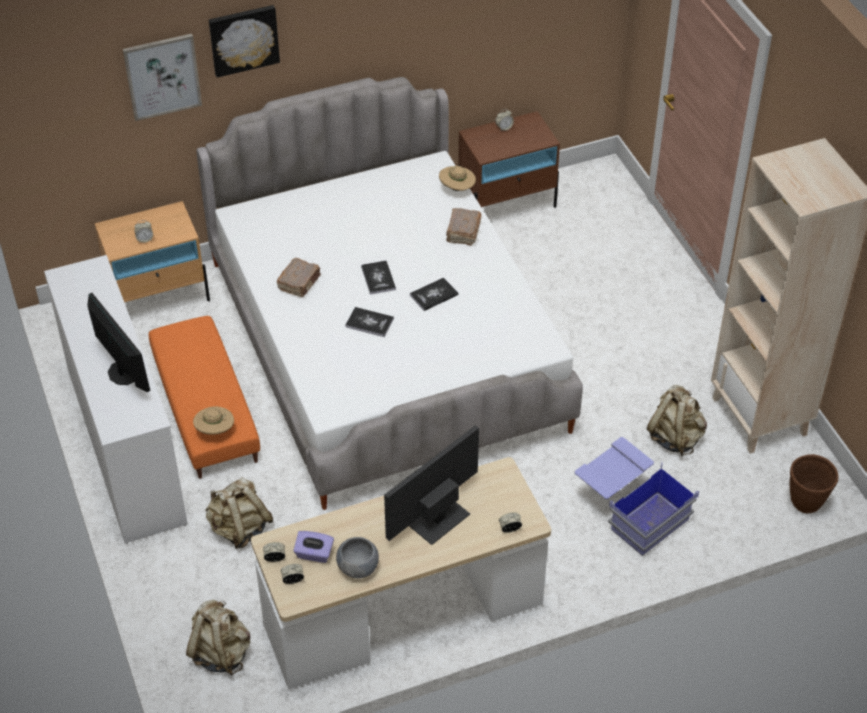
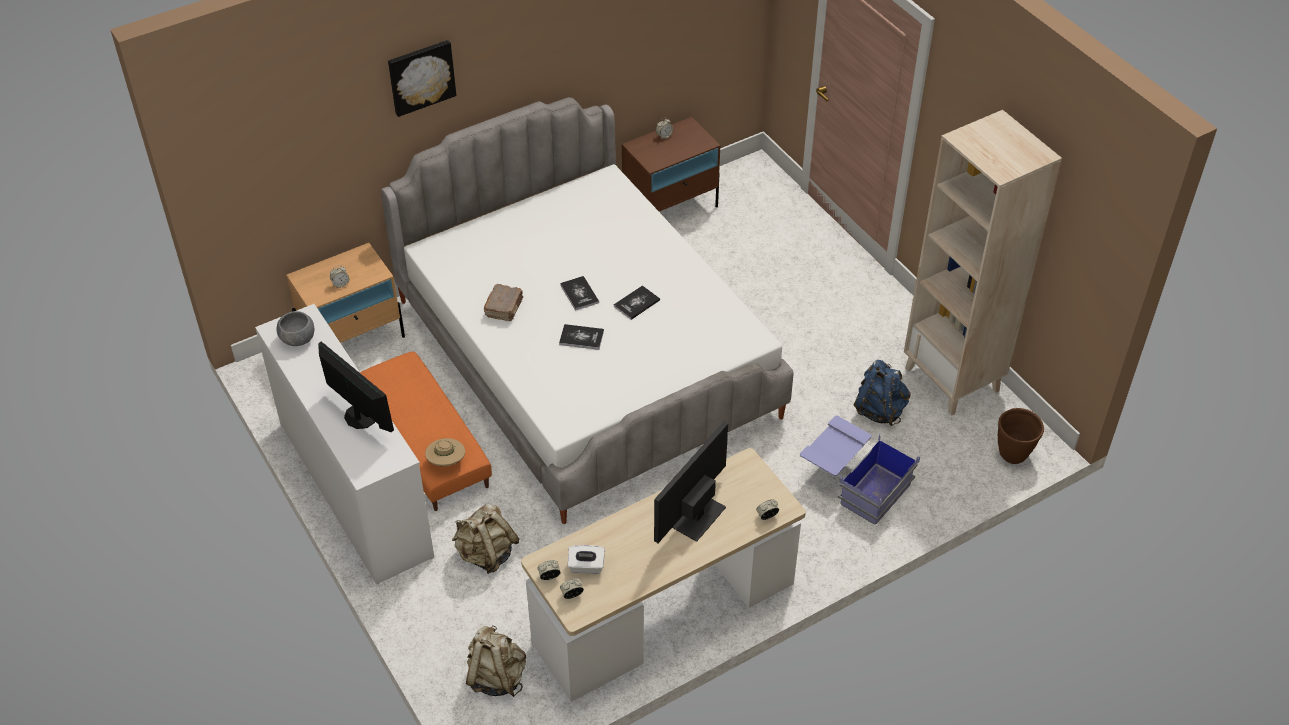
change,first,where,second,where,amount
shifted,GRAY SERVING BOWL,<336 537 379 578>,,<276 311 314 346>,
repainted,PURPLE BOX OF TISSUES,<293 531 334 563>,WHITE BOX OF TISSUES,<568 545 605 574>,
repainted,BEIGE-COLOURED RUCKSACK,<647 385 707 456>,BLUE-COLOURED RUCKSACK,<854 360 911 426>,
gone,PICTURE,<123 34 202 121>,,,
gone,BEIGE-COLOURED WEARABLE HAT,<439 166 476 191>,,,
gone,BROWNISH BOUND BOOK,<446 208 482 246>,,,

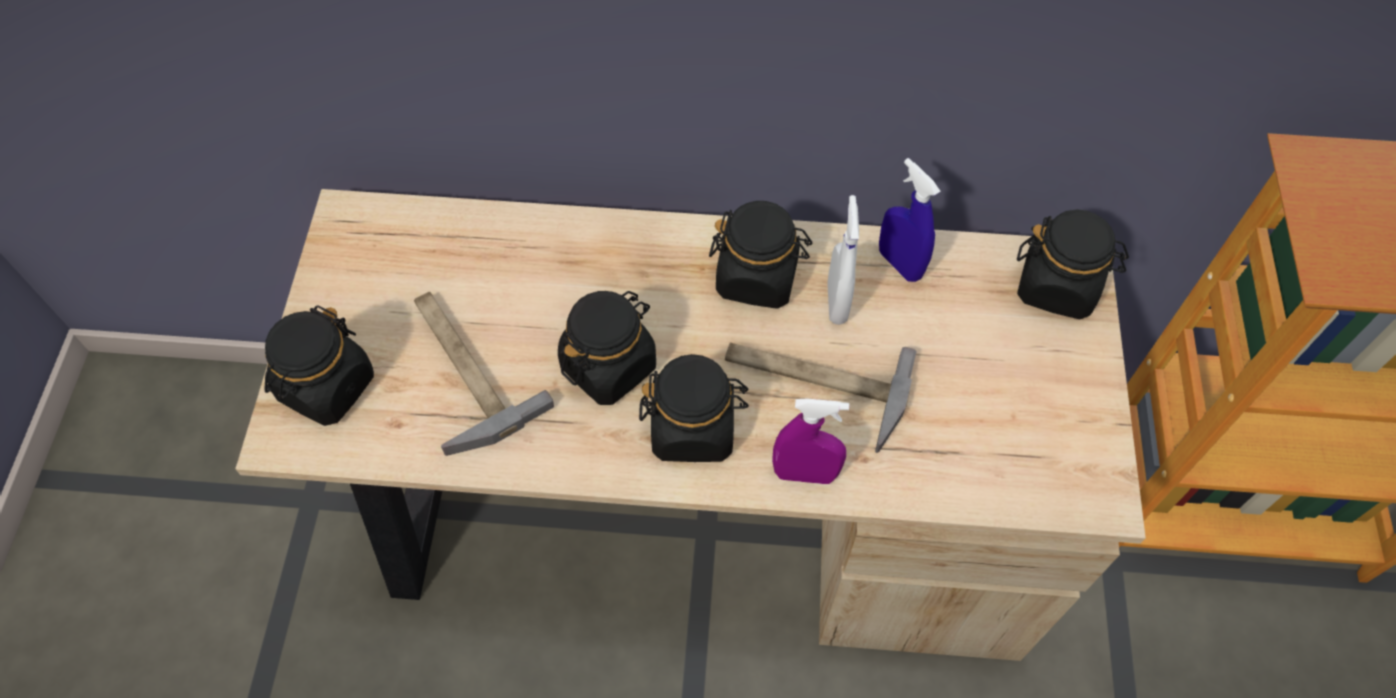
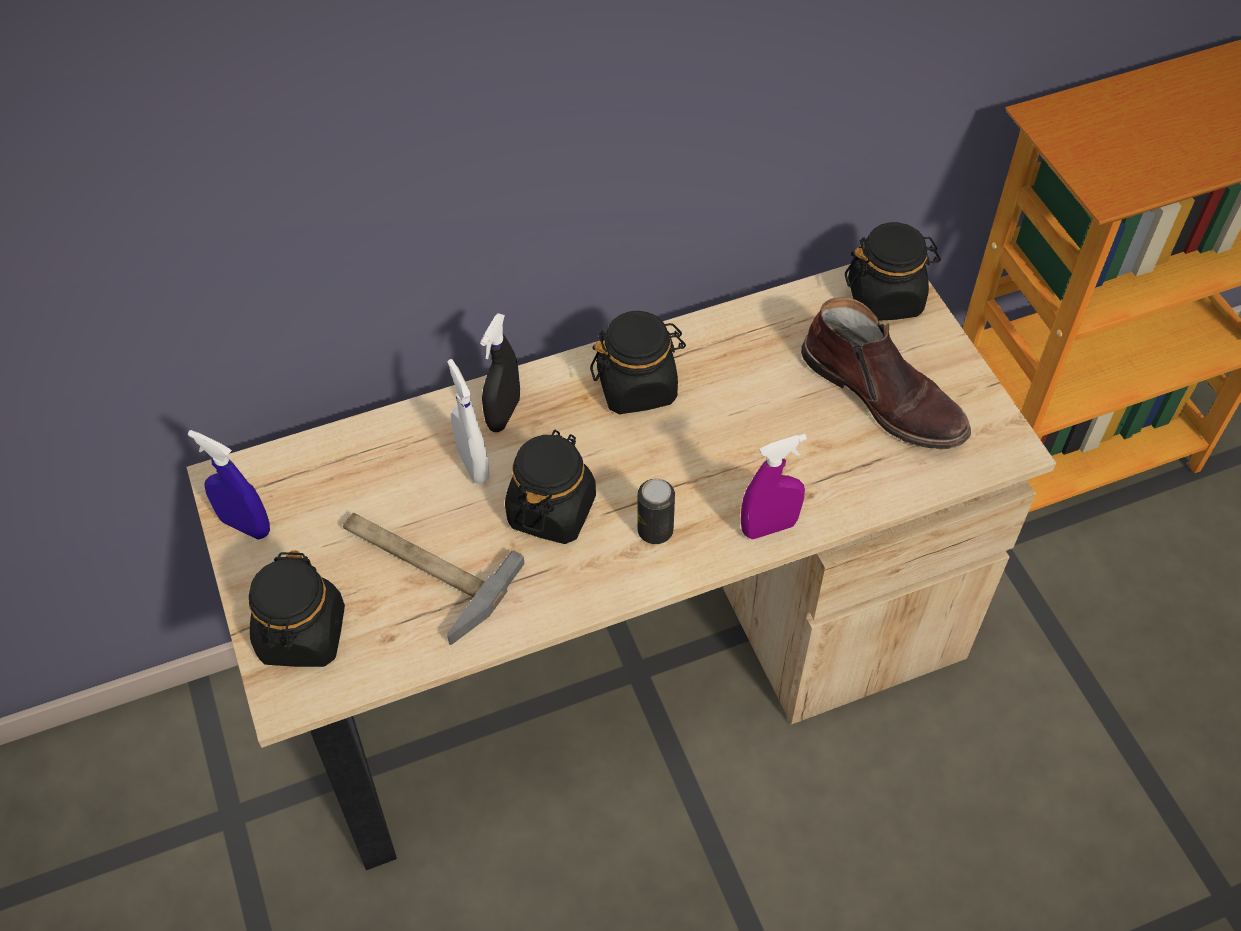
change,first,where,second,where,amount
shifted,BLUE-COLOURED SPRAY BOTTLE,<879 158 941 282>,,<188 430 270 540>,
shifted,WHITE SPRAY BOTTLE,<828 195 859 325>,,<447 359 490 484>,
new,,,BLACKISH SPRAY BOTTLE,<480 313 520 432>,
swapped,BLACKISH STORAGE JAR,<639 354 749 462>,CAN,<637 479 675 544>,
new,,,BROWNISH TALL BOOT,<801 298 971 449>,
gone,HAMMER,<725 343 917 453>,,,

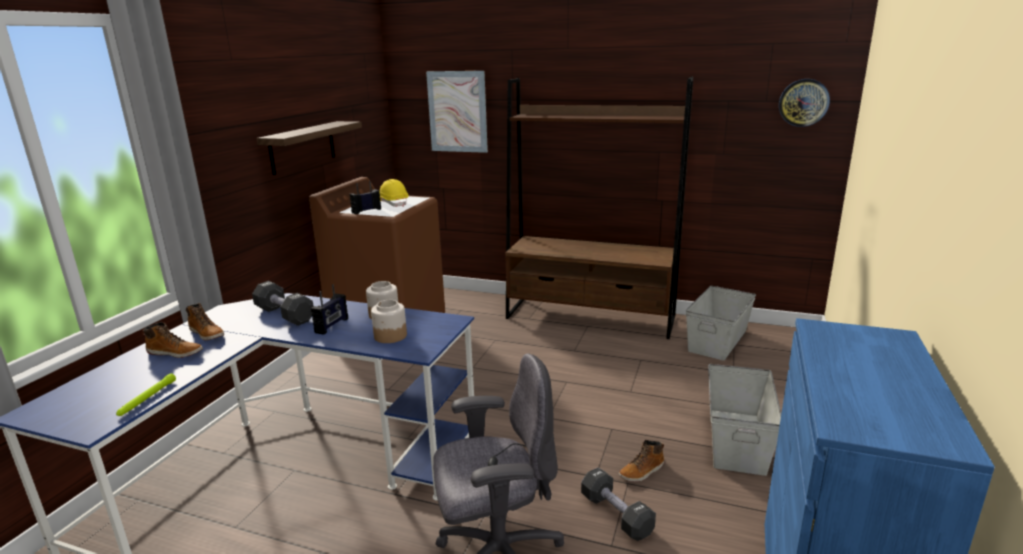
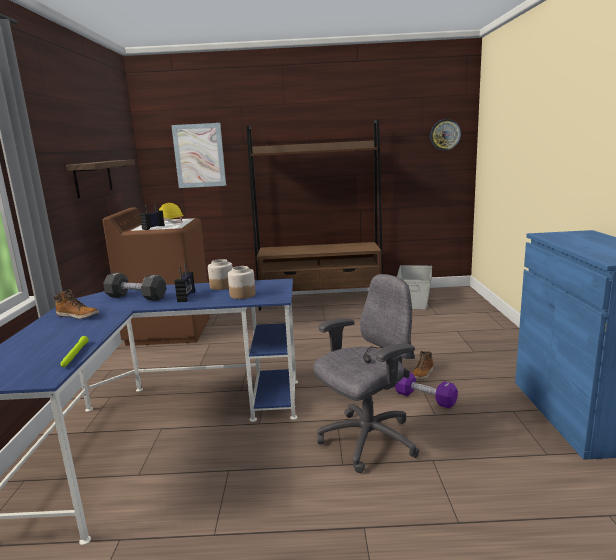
change,first,where,second,where,amount
repainted,BLACKISH DUMBBELL,<581 467 656 541>,PURPLE DUMBBELL,<395 372 458 408>,
gone,TALL BOOT,<142 322 203 358>,,,
gone,GRAY STORAGE BIN,<708 364 781 476>,,,

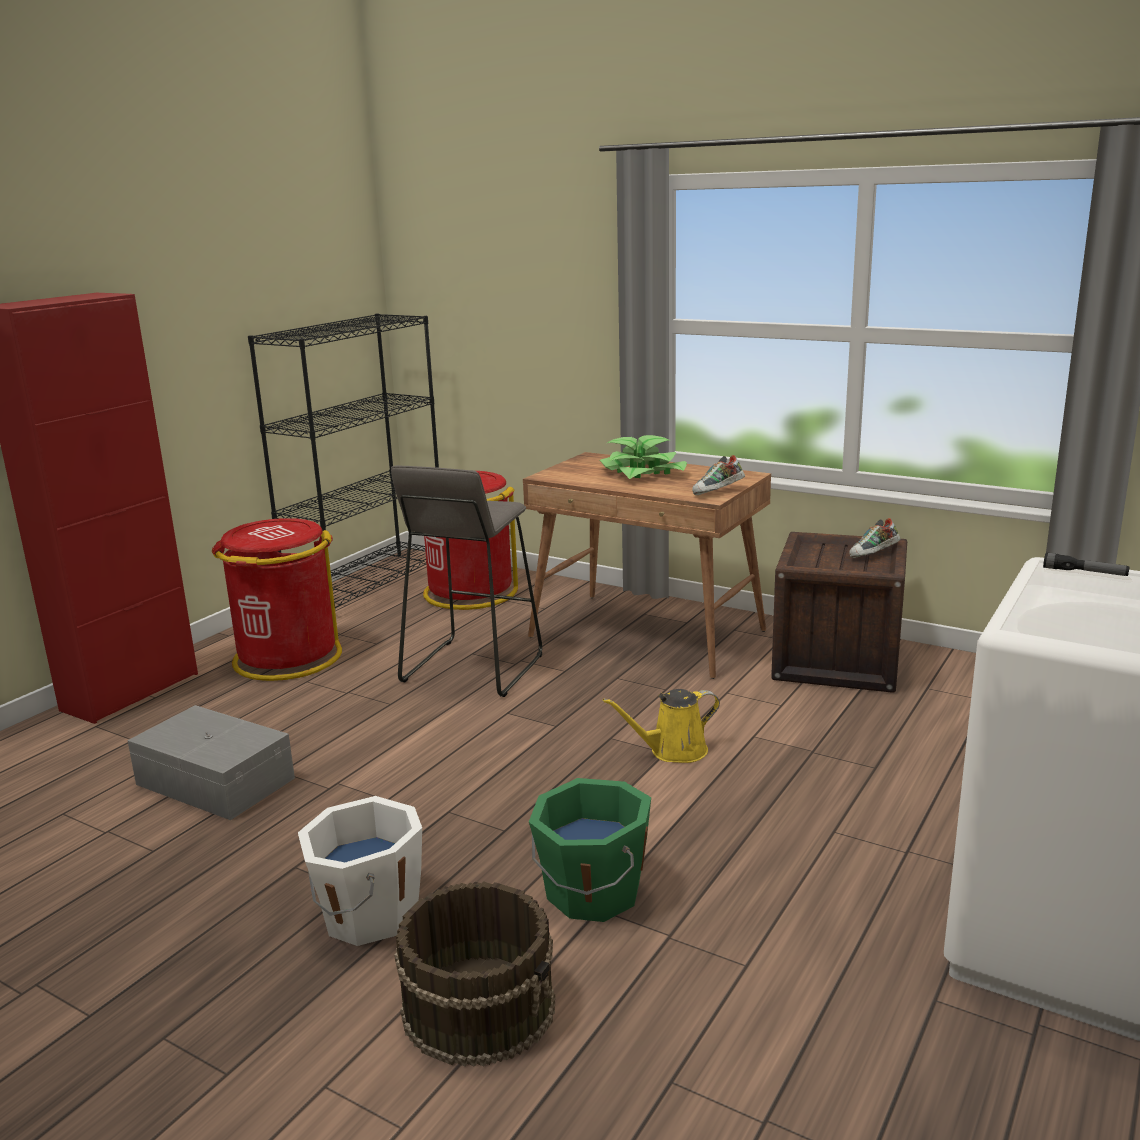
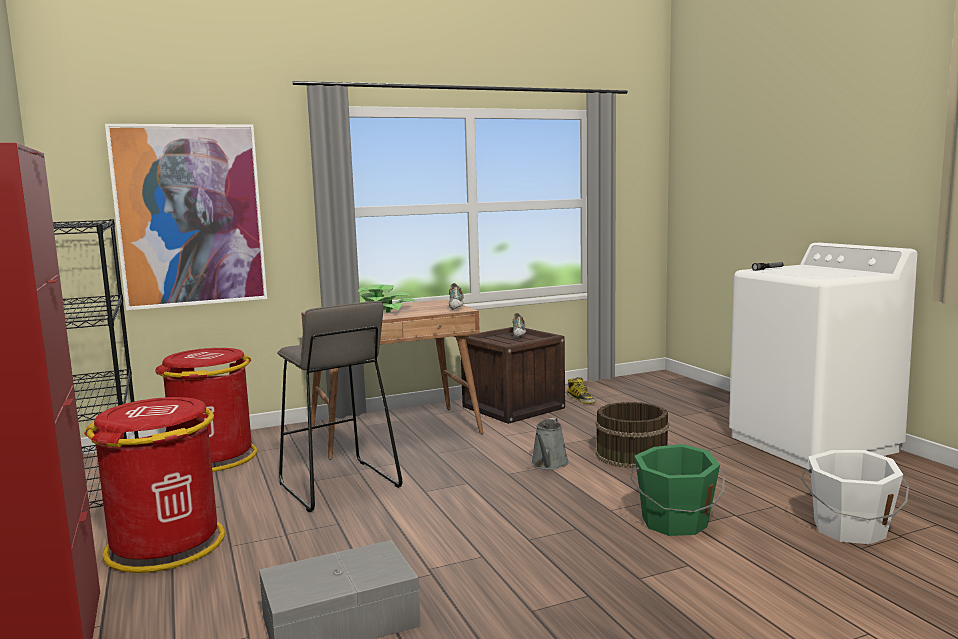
change,first,where,second,where,amount
new,,,PICTURE,<105 124 267 310>,
repainted,YELLOW SPRINKLING CAN,<603 689 720 763>,GRAY SPRINKLING CAN,<531 418 569 470>,
new,,,TALL BOOT,<567 377 596 404>,
shifted,BROWNISH BUCKET,<394 881 556 1067>,,<595 402 669 468>,
shifted,WHITE BUCKET,<298 796 422 946>,,<801 450 909 544>,

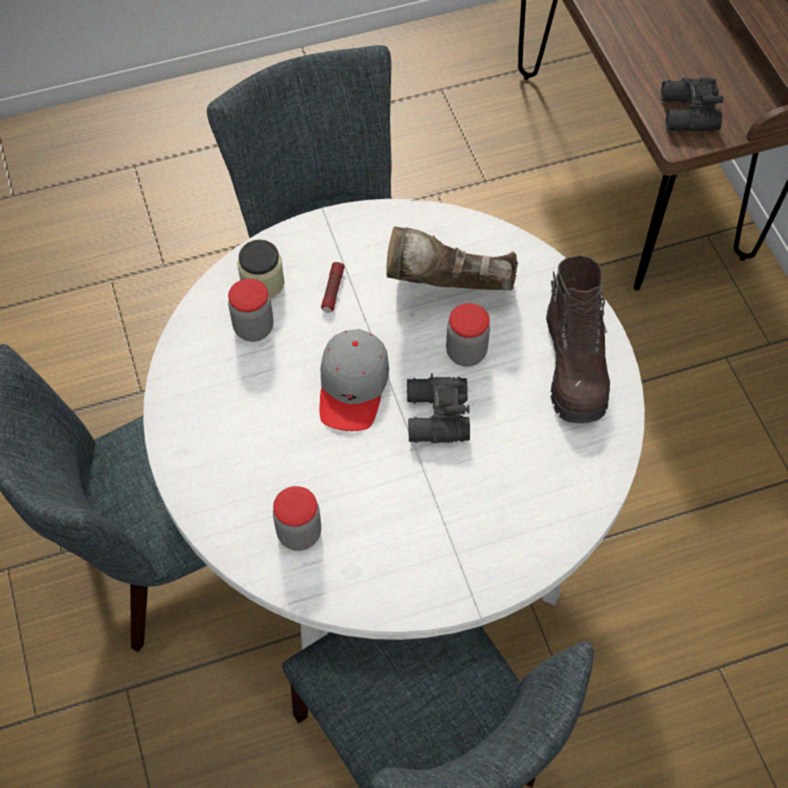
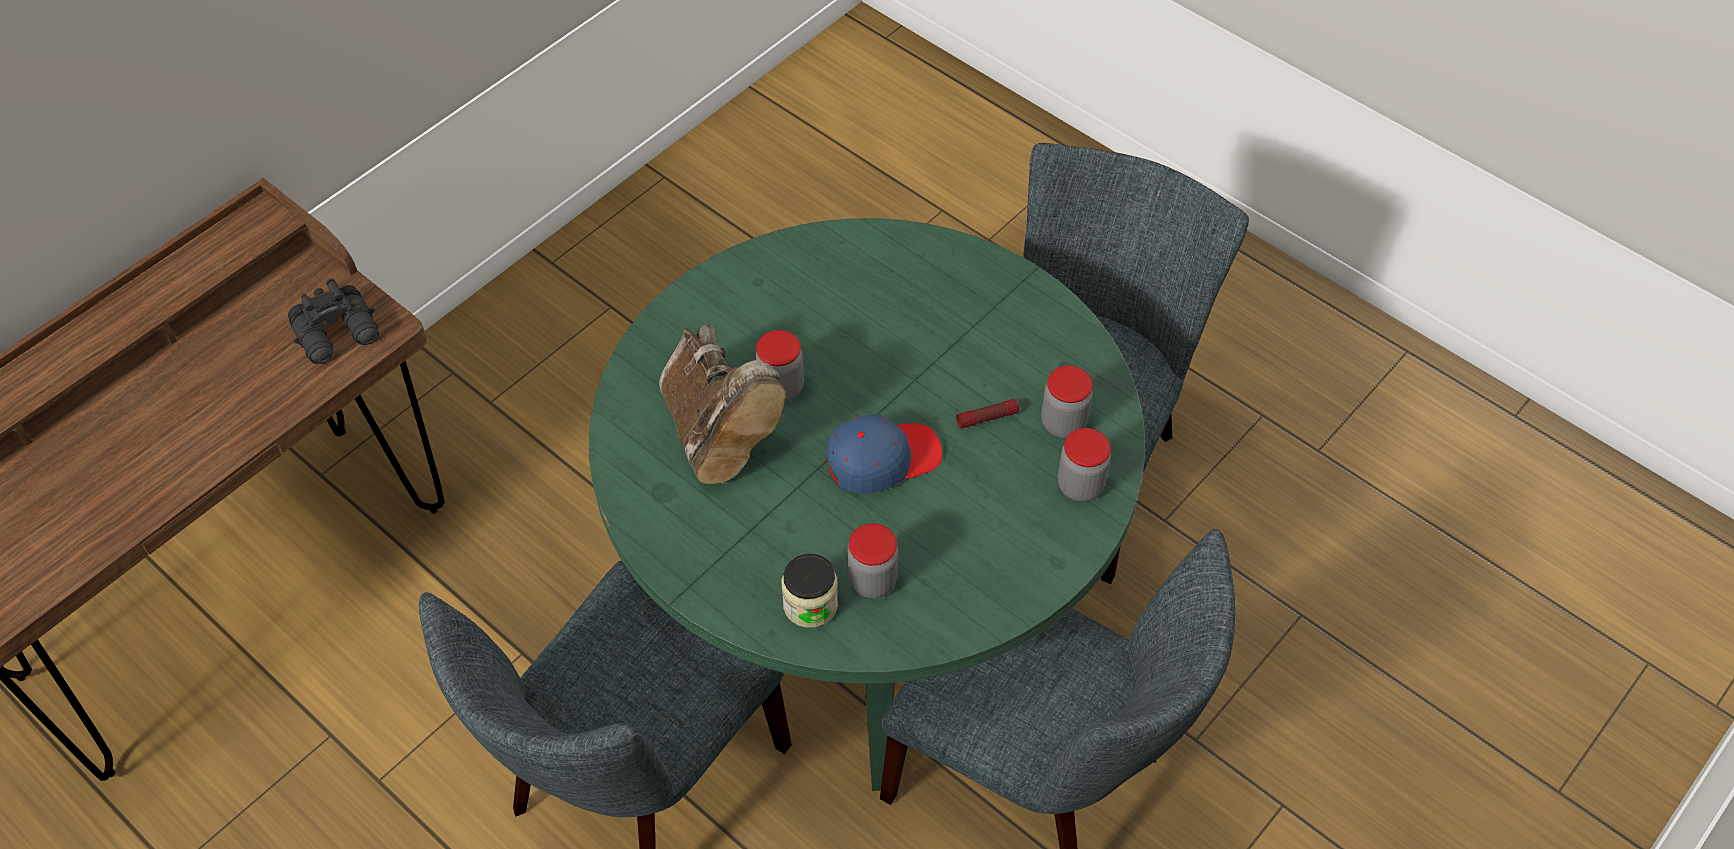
change,first,where,second,where,amount
repainted,WHITE KITCHEN TABLE,<143 199 645 650>,GREENISH KITCHEN TABLE,<589 218 1145 791>,
repainted,GRAY PEAKED CAP,<320 329 389 431>,BLUE-COLOURED PEAKED CAP,<827 414 942 494>,
shifted,HAND TORCH,<321 262 345 313>,,<956 399 1019 429>,
new,,,STORAGE JAR,<1058 428 1111 502>,
gone,BLACKISH FIELD GLASSES,<407 373 470 443>,,,
gone,BROWNISH TALL BOOT,<546 255 610 424>,,,

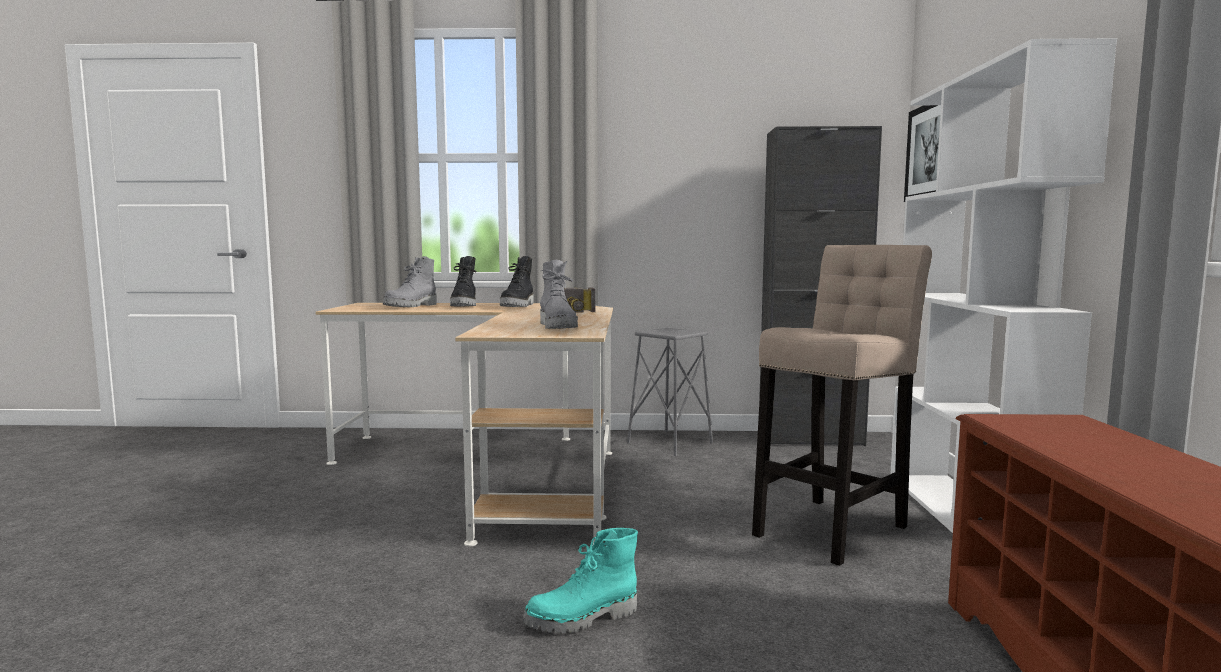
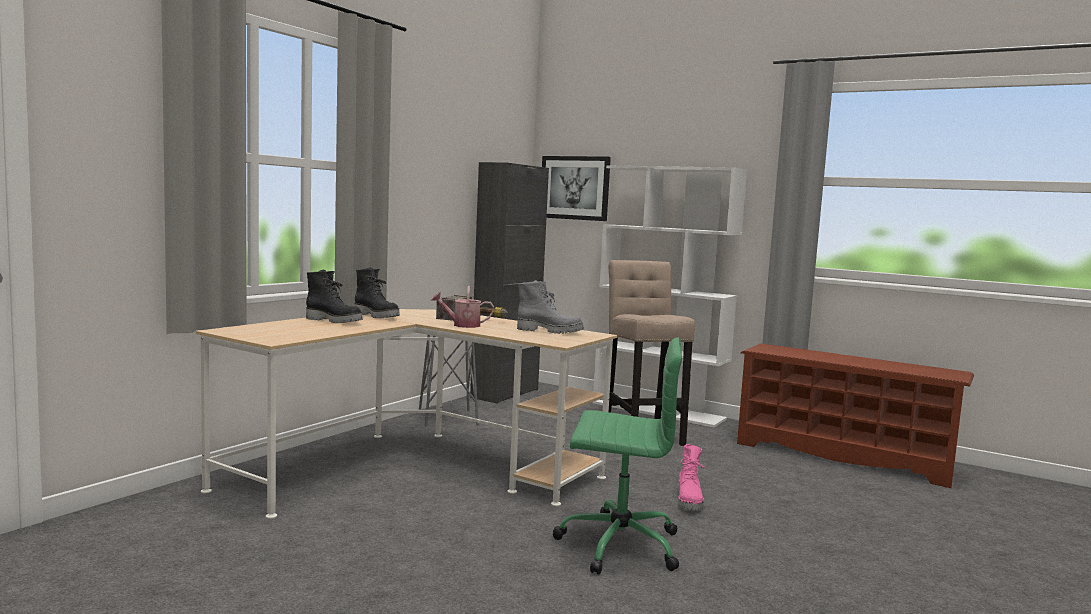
change,first,where,second,where,amount
new,,,SPRINKLING CAN,<431 286 494 328>,
new,,,GREENISH OFFICE CHAIR,<552 337 683 575>,
repainted,BLUE-GREEN TALL BOOT,<523 528 638 633>,PINK TALL BOOT,<678 444 704 510>,
gone,GRAY TALL BOOT,<383 256 437 307>,,,

